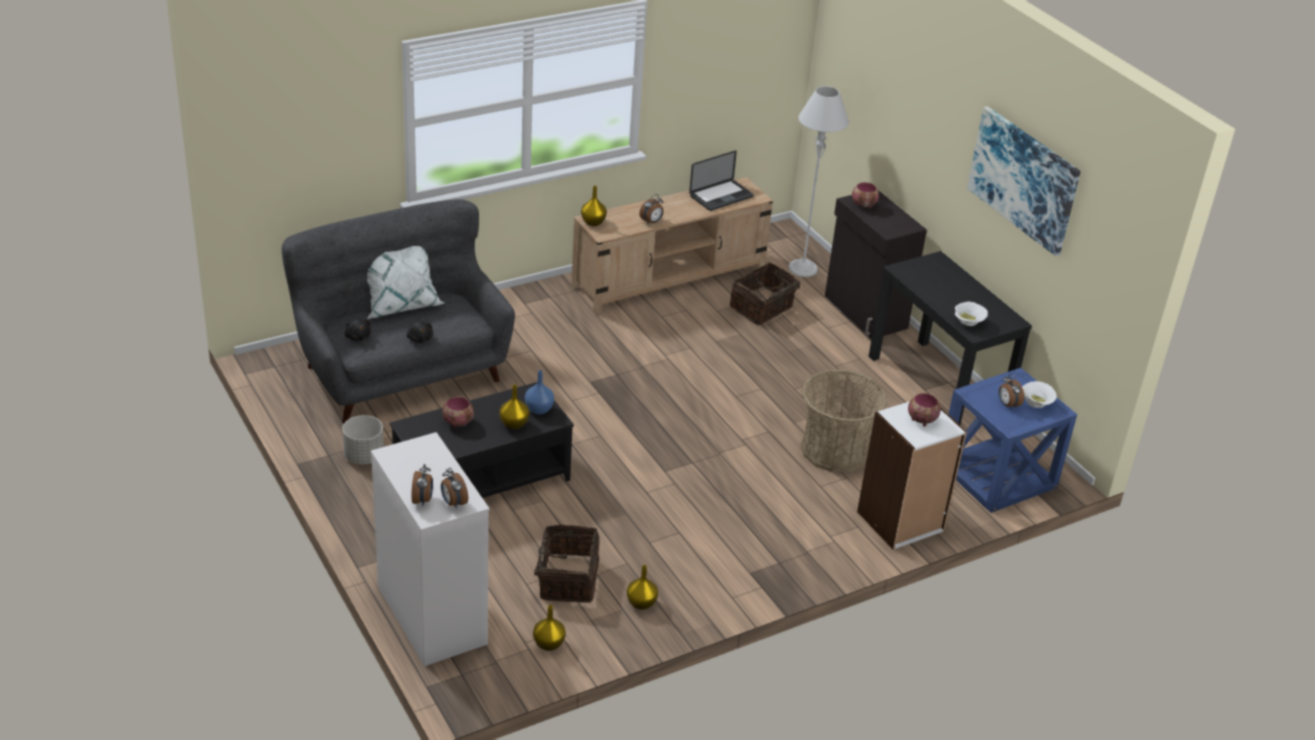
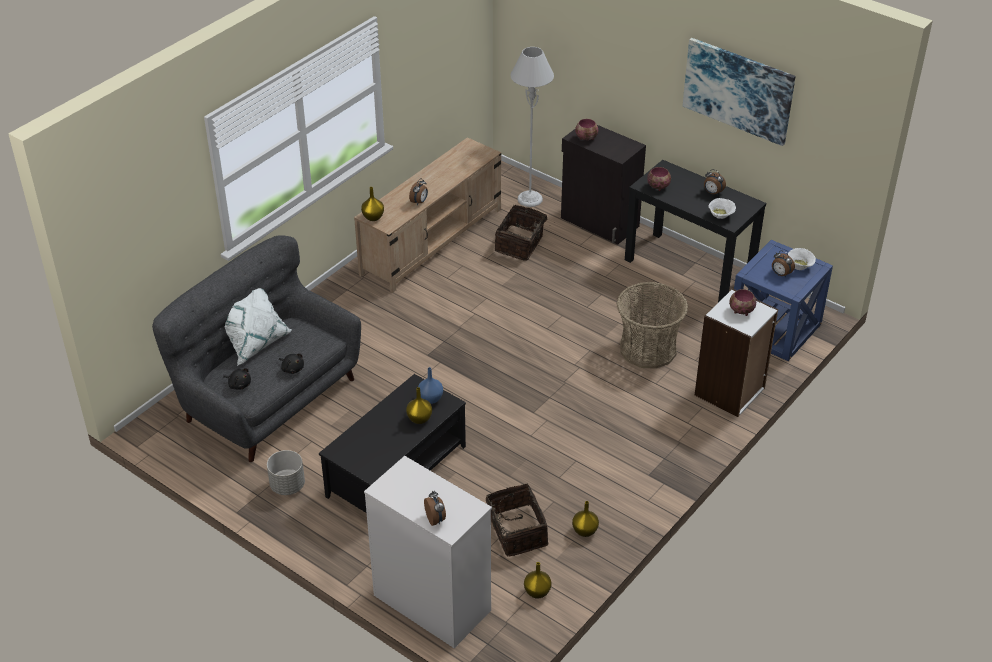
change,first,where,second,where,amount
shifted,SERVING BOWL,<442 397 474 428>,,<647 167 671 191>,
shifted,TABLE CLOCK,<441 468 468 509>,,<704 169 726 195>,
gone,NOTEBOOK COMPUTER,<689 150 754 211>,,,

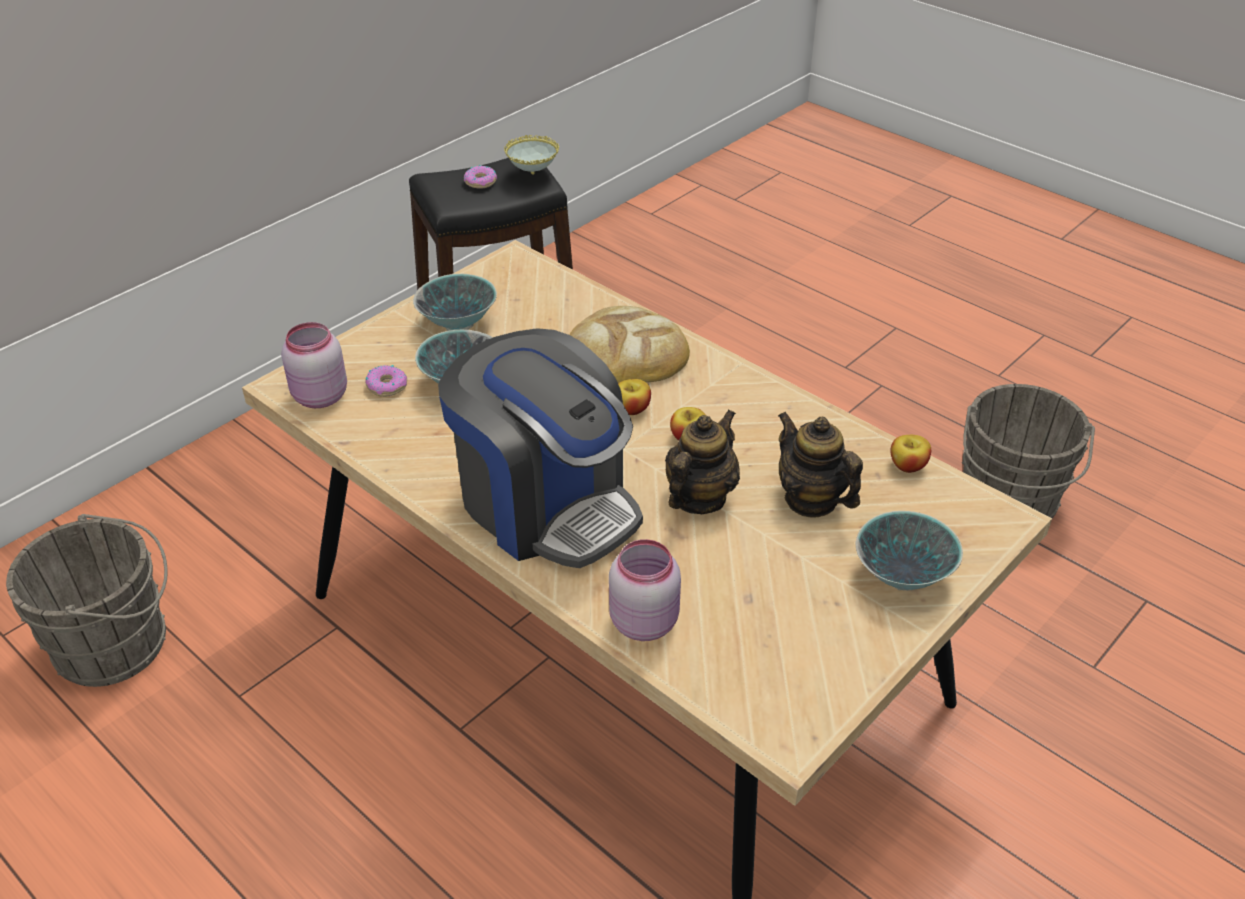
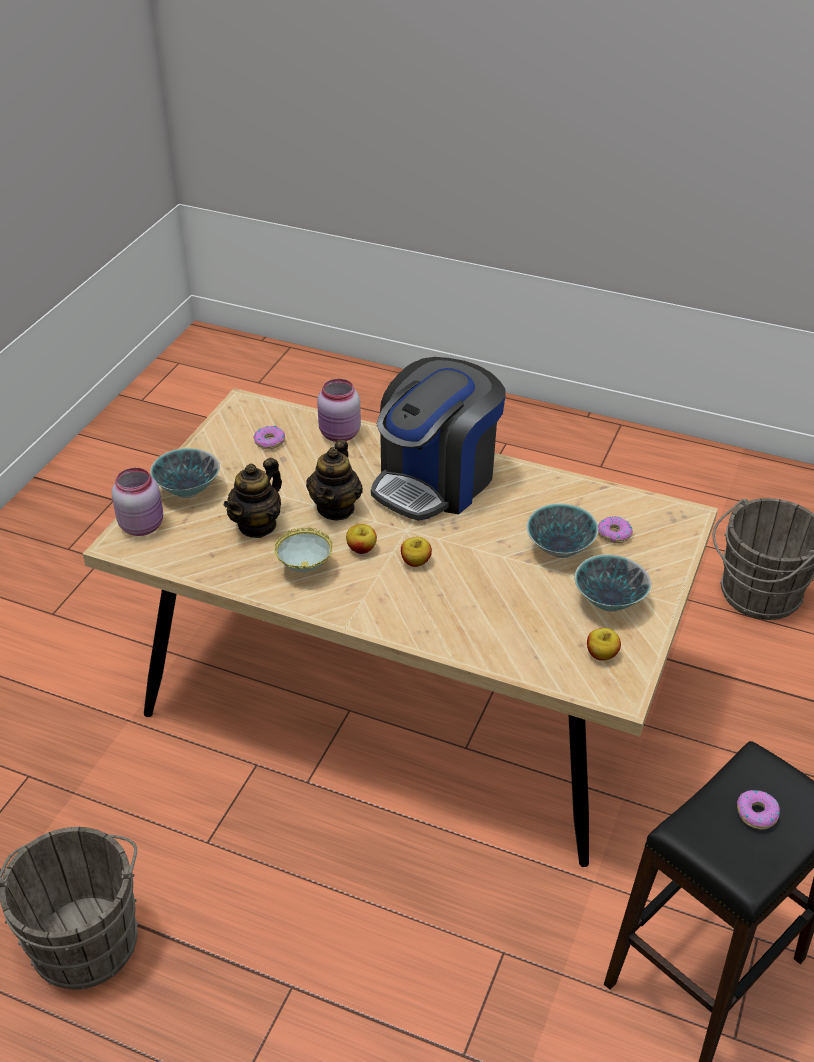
change,first,where,second,where,amount
shifted,PINK STORAGE JAR,<281 322 347 408>,,<112 468 163 536>,
rotated,TEAPOT,<778 412 863 517>,,<224 458 282 538>,90 degrees clockwise
new,,,DONUT,<253 425 285 449>,
shifted,SERVING BOWL,<504 135 559 175>,,<274 527 333 572>,
rotated,COFFEE BREWER,<438 328 643 568>,,<371 357 505 521>,75 degrees counterclockwise
shifted,WHOLE APPLE,<891 435 931 473>,,<587 628 621 660>,
gone,BAKED BREAD,<569 306 690 383>,,,

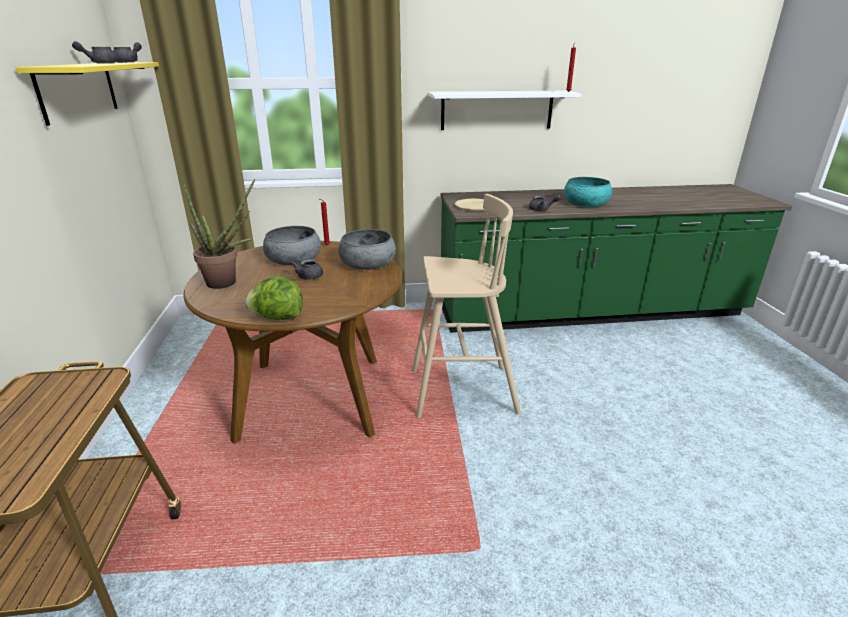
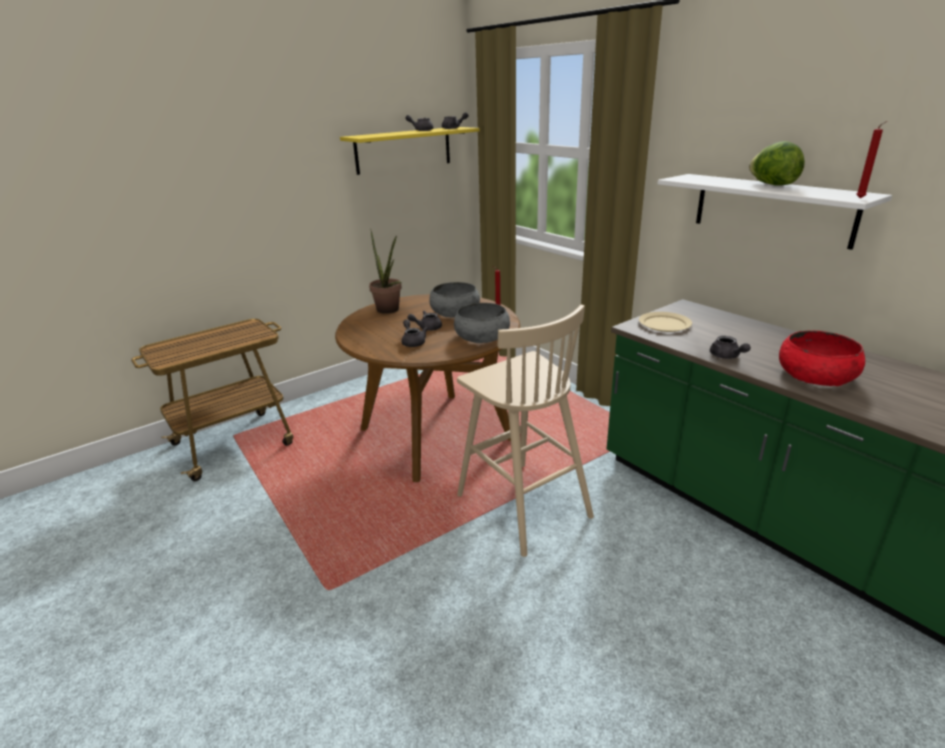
change,first,where,second,where,amount
new,,,GRAY TEAPOT,<402 319 428 347>,
shifted,HEAD OF LETTUCE,<245 276 303 320>,,<749 141 805 186>,
repainted,BLUE-GREEN SERVING BOWL,<564 177 612 207>,REDDISH SERVING BOWL,<779 330 865 386>,

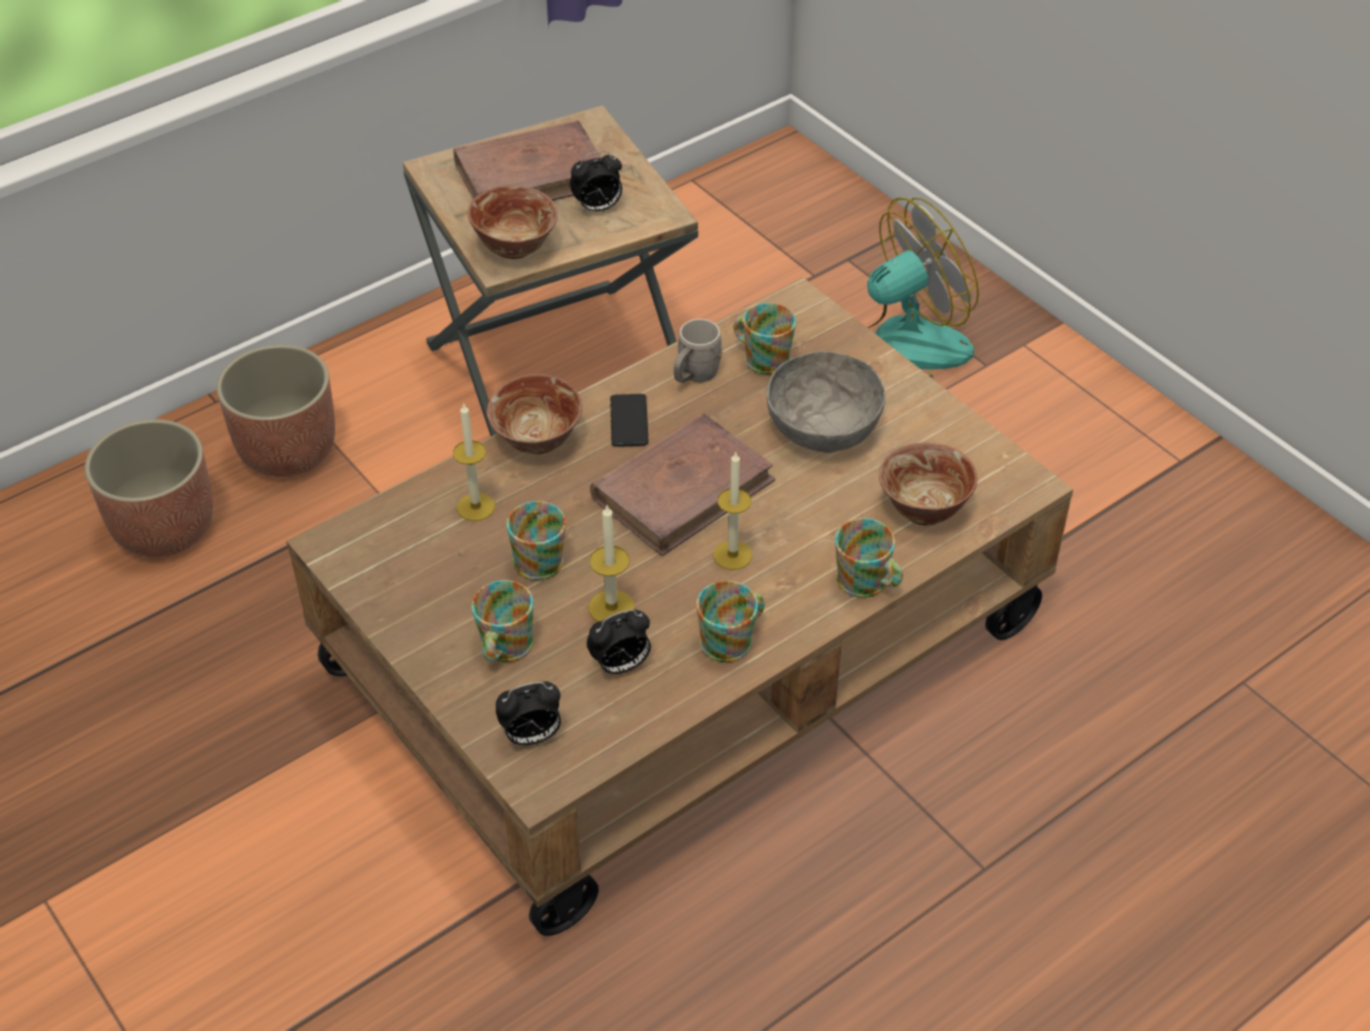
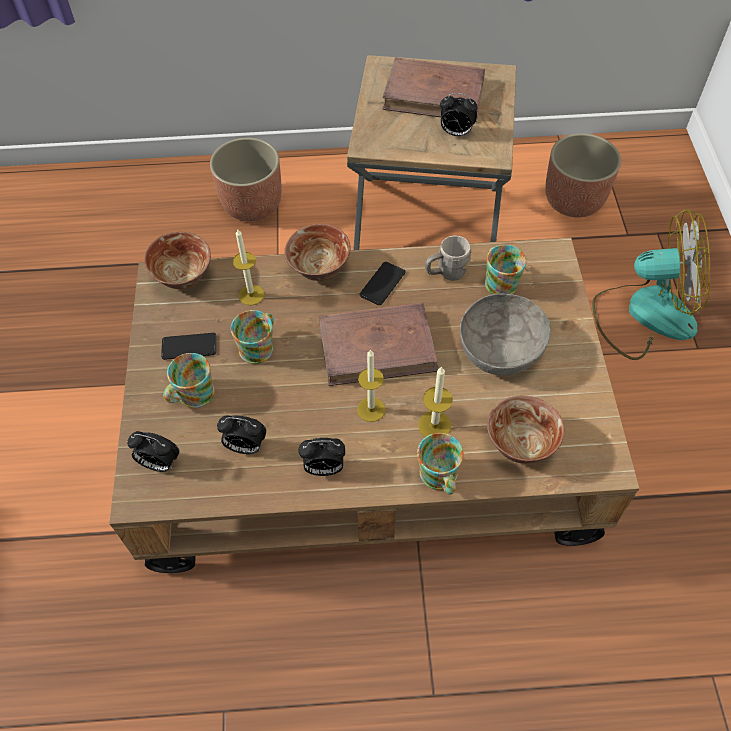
change,first,where,second,where,amount
shifted,SERVING BOWL,<468 185 558 259>,,<144 232 211 289>,
new,,,TELEPHONE,<161 333 216 360>,
swapped,TEA MUG,<696 581 765 662>,TABLE CLOCK,<298 438 345 476>,
shifted,WAX LIGHT,<589 505 635 622>,,<418 366 453 437>,
shifted,FLOWER POT,<85 419 213 558>,,<545 133 621 217>,

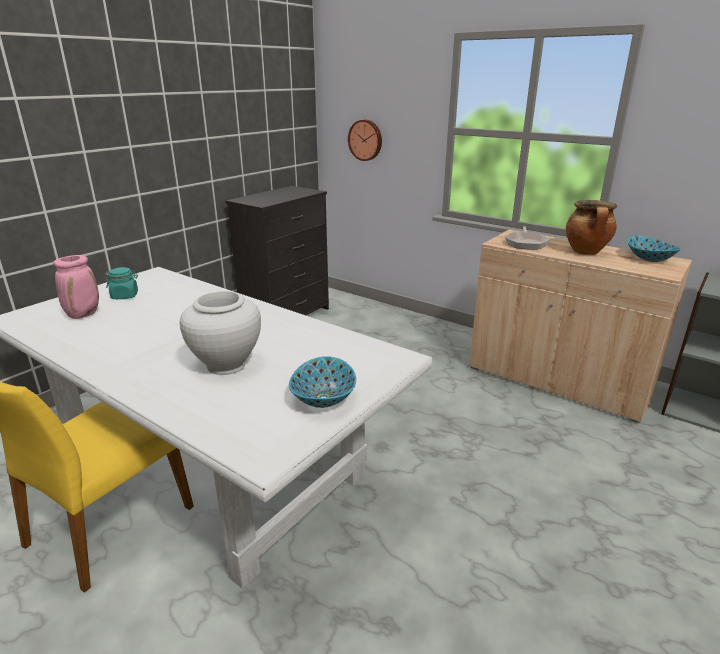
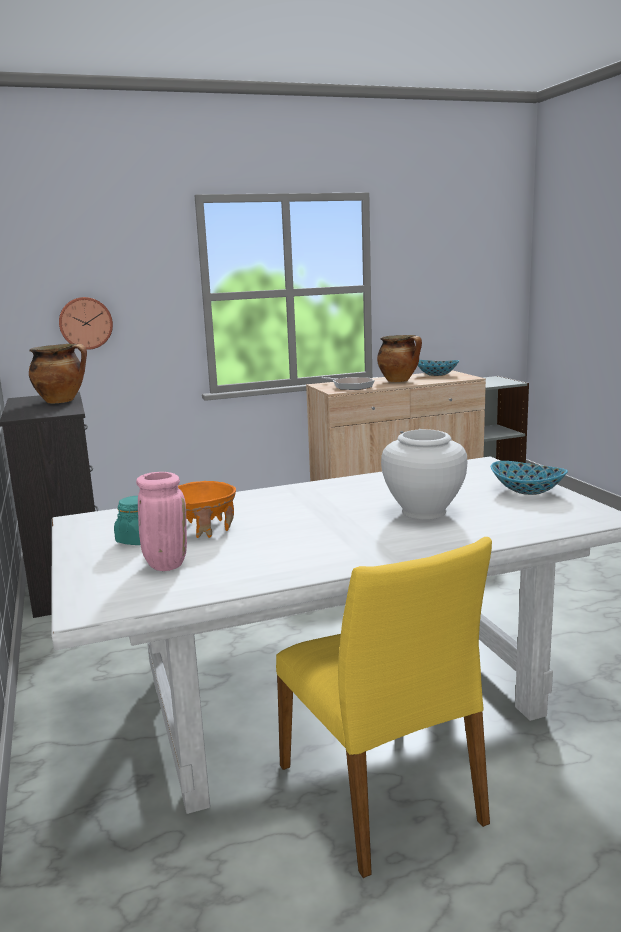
change,first,where,second,where,amount
new,,,SAUCEPOT,<29 344 87 403>,
new,,,ORANGE-COLOURED SERVING BOWL,<178 481 236 538>,

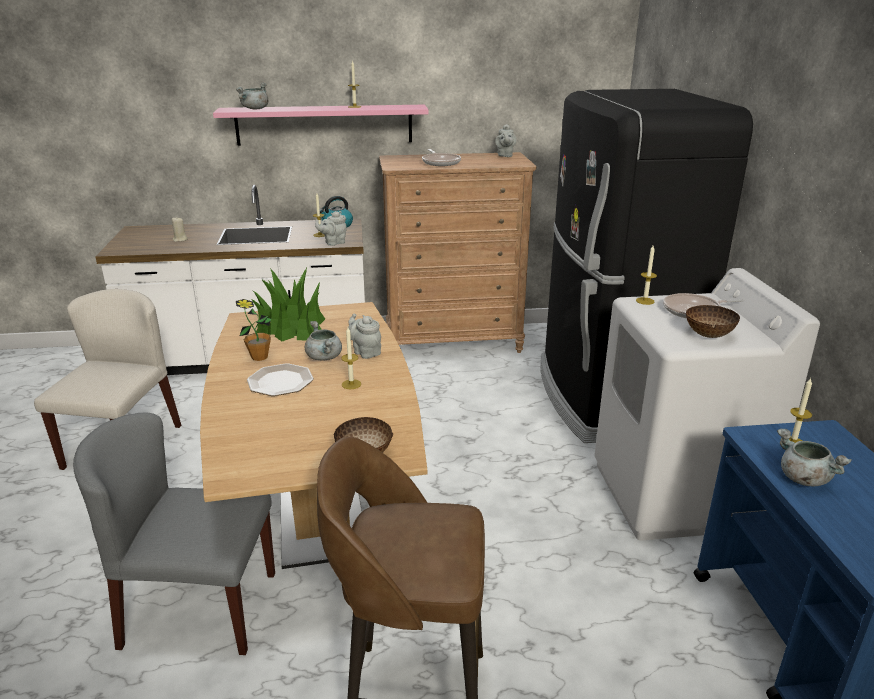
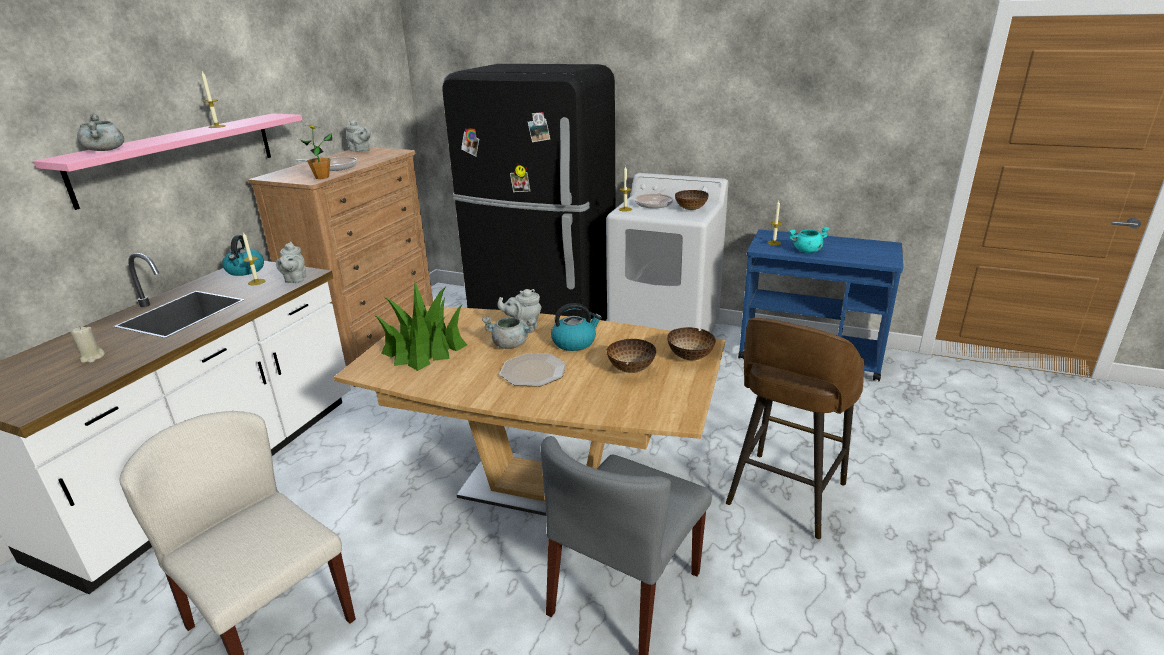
change,first,where,second,where,amount
shifted,POTTED PLANT,<236 299 272 361>,,<299 125 332 179>,
swapped,WAX LIGHT,<341 328 361 389>,TEA KETTLE,<551 303 602 351>,
new,,,SERVING BOWL,<606 339 656 373>,
repainted,GRAY SAUCEPOT,<777 428 852 486>,BLUE-GREEN SAUCEPOT,<788 227 830 253>,

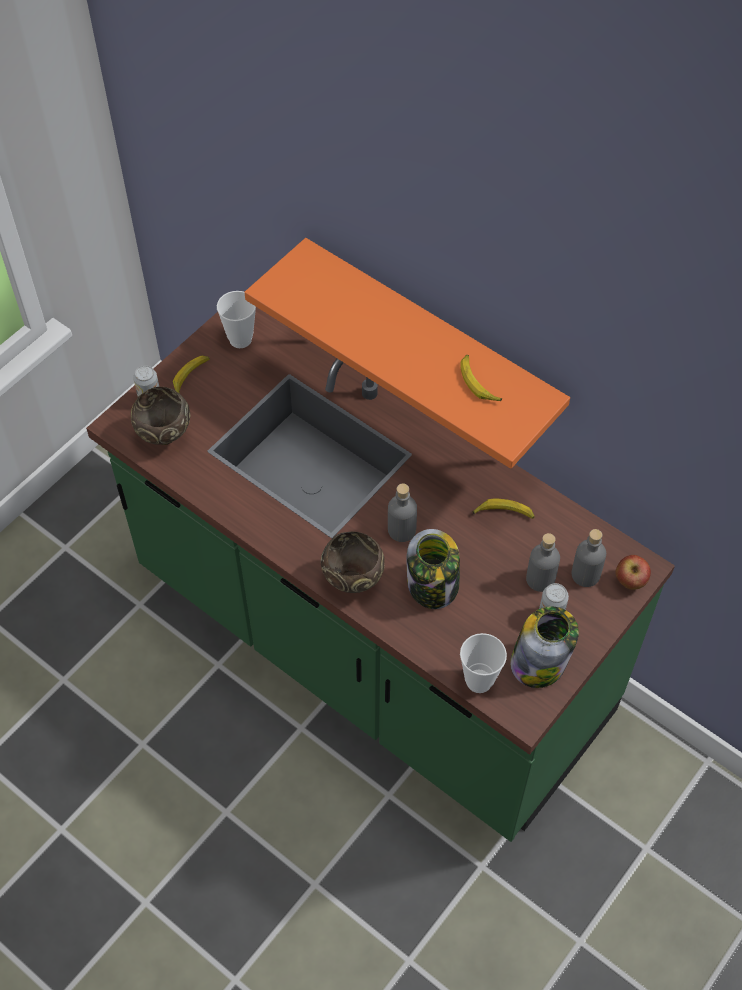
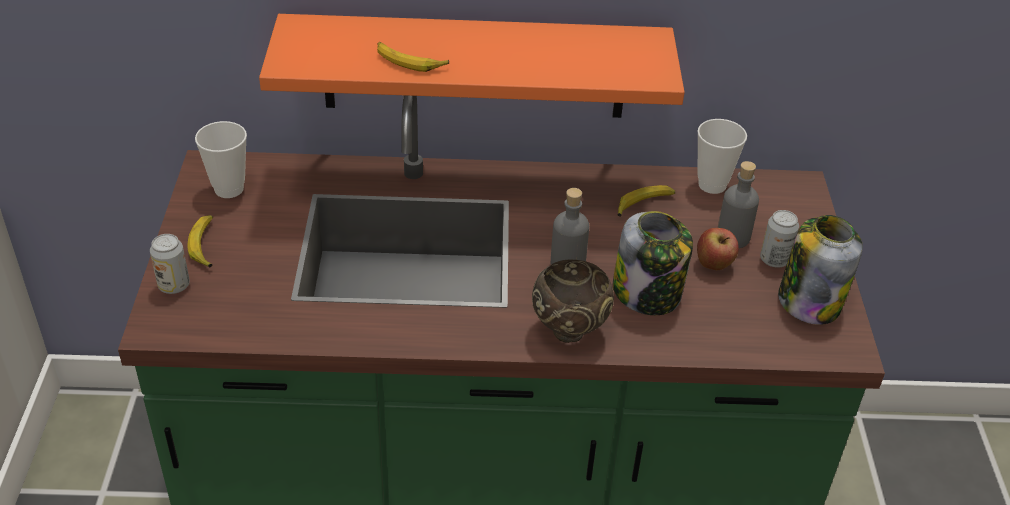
change,first,where,second,where,amount
shifted,WHOLE BANANA,<460 355 502 402>,,<377 42 449 72>,
shifted,SMALL CUP,<460 633 507 693>,,<697 119 747 194>,
shifted,WHOLE APPLE,<616 555 651 590>,,<697 228 739 270>,
gone,BROWNISH SERVING BOWL,<131 387 190 445>,,,
gone,GRAY BEVERAGE BOTTLE,<571 529 606 587>,,,

